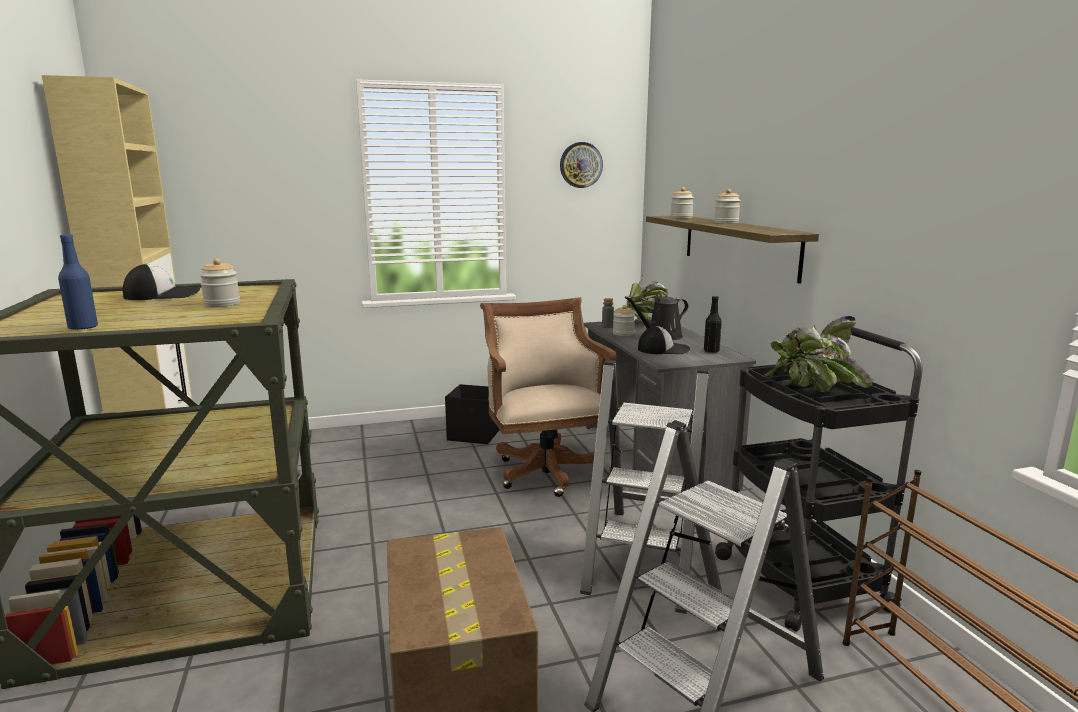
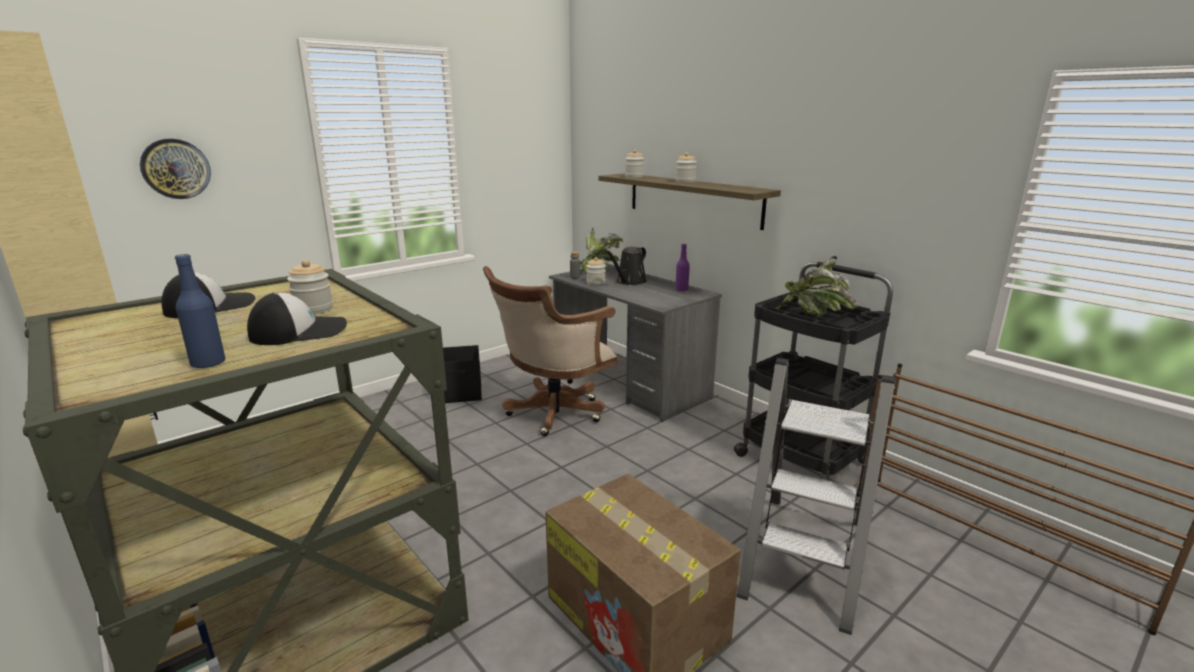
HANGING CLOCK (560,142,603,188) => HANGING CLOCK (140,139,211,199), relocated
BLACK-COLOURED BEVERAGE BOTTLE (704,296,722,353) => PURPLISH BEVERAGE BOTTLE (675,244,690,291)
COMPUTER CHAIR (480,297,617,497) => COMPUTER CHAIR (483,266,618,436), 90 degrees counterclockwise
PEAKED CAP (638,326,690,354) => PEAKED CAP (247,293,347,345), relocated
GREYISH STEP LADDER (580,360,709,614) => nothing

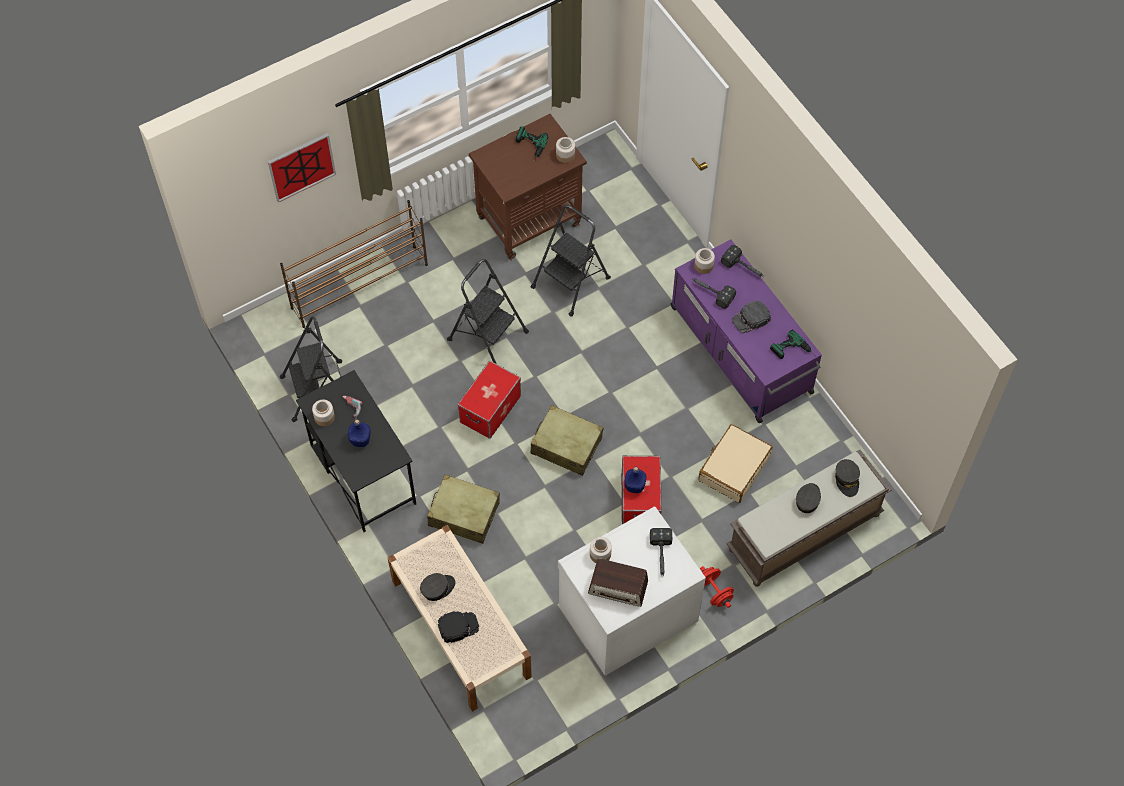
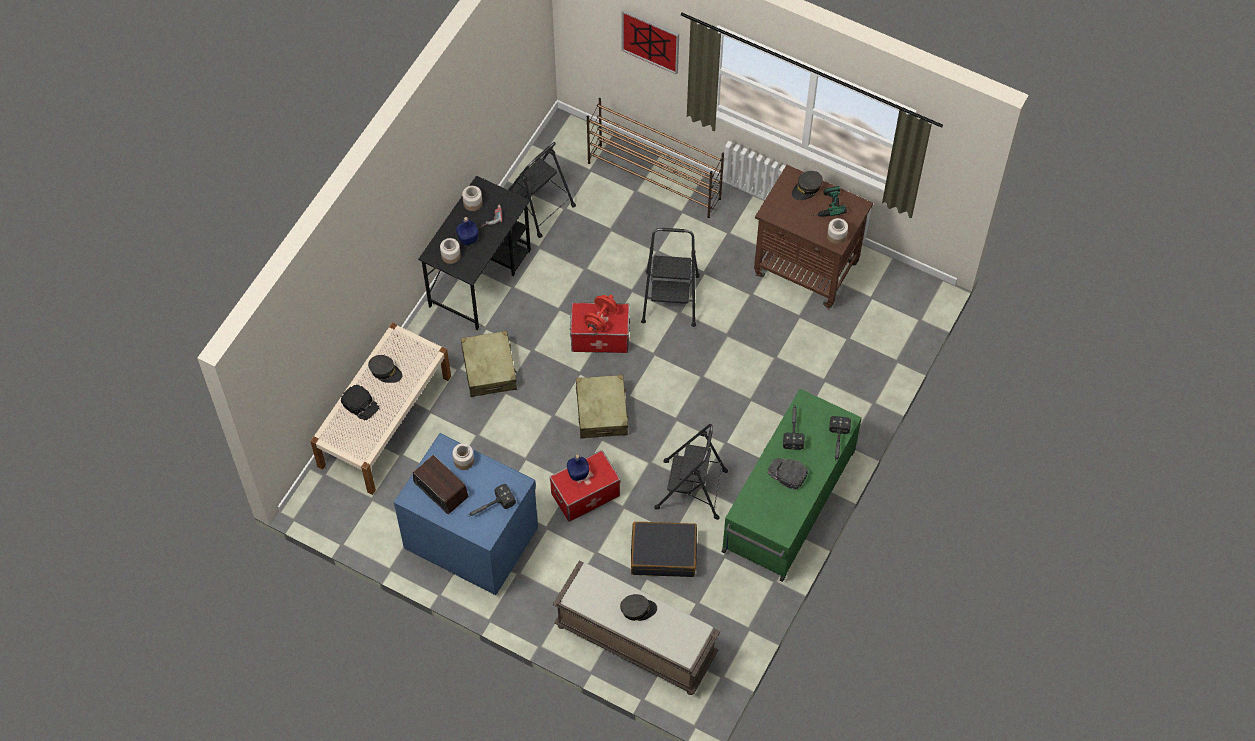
BLACK-COLOURED STEP LADDER (531,205,611,317) => BLACK-COLOURED STEP LADDER (654,424,728,520), relocated
PURPLISH STORAGE CABINET (671,239,822,423) => GREEN STORAGE CABINET (722,389,862,582)
PRESERVE JAR (694,248,715,274) => PRESERVE JAR (440,238,461,264), relocated
DRILL (770,330,816,359) => nothing
BEIGE-COLOURED PIECE OF LUGGAGE (699,424,773,503) => BLACK-COLOURED PIECE OF LUGGAGE (631,522,697,577)
GREYISH PEAKED CAP (835,459,860,497) => GREYISH PEAKED CAP (792,171,823,200), relocated
WHITE-COLOURED LAUNDRY APPLIANCE (558,506,706,676) => BLUISH LAUNDRY APPLIANCE (394,433,538,595)
RADIO RECEIVER (588,559,648,607) => RADIO RECEIVER (413,455,468,514), 150 degrees clockwise
RED-COLOURED DUMBBELL (700,566,734,608) => RED-COLOURED DUMBBELL (584,295,617,332), relocated

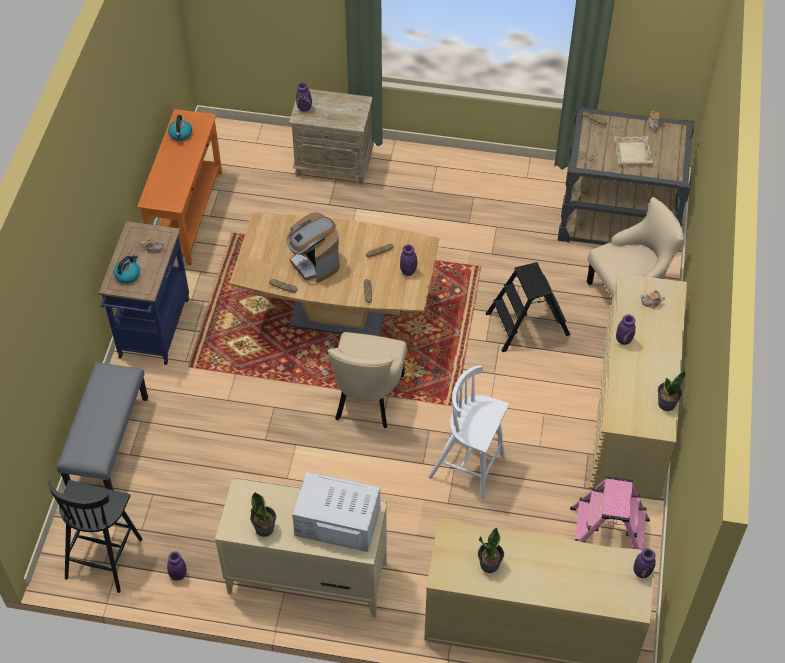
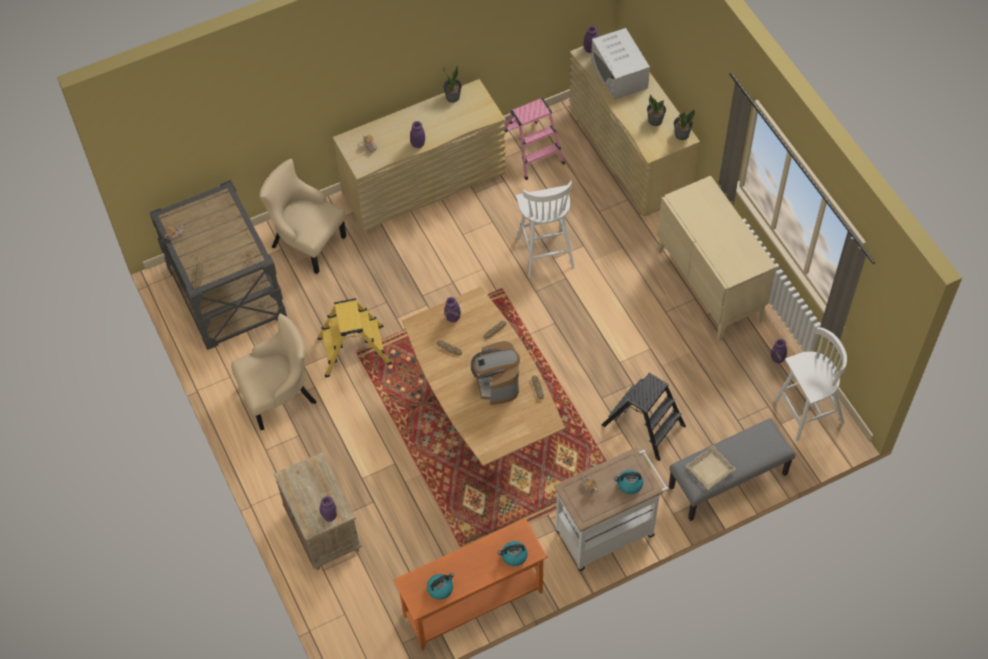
BEIGE-COLOURED TRAY (614,136,653,164) => BEIGE-COLOURED TRAY (685,445,736,490), relocated
COFFEE BREWER (286,212,340,283) => COFFEE BREWER (471,341,520,405), 150 degrees clockwise
BLUISH WHEELED CART (99,221,189,365) => WHITE-COLOURED WHEELED CART (554,447,669,571)
BLACK-COLOURED STEP LADDER (485,262,571,352) => BLACK-COLOURED STEP LADDER (601,373,686,461), relocated
BEIGE-COLOURED CHAIR (328,332,408,428) => BEIGE-COLOURED CHAIR (231,313,316,430), relocated
WHITE-COLOURED KITCHEN MICROWAVE (292,472,380,552) => WHITE-COLOURED KITCHEN MICROWAVE (591,28,650,100), relocated
BLACK-COLOURED STOOL (48,480,142,593) => WHITE-COLOURED STOOL (774,327,847,441)
HOUSEPLANT (250,492,276,537) => HOUSEPLANT (674,109,695,140), relocated
nothing => YELLOW STEP LADDER (317,298,392,377)
nothing => WATER KETTLE (498,541,528,566)

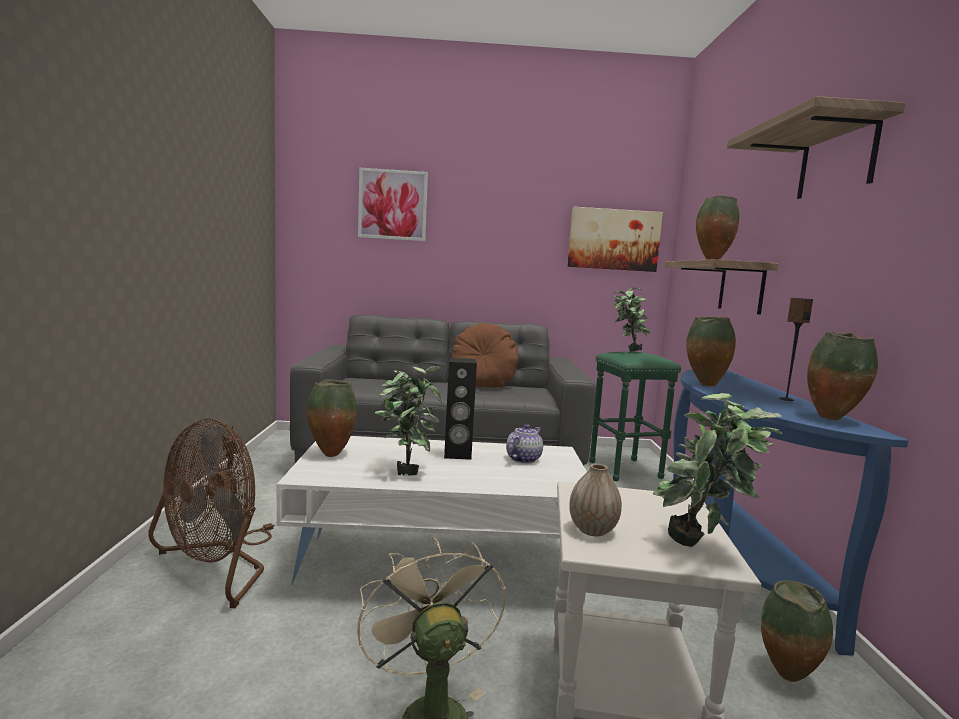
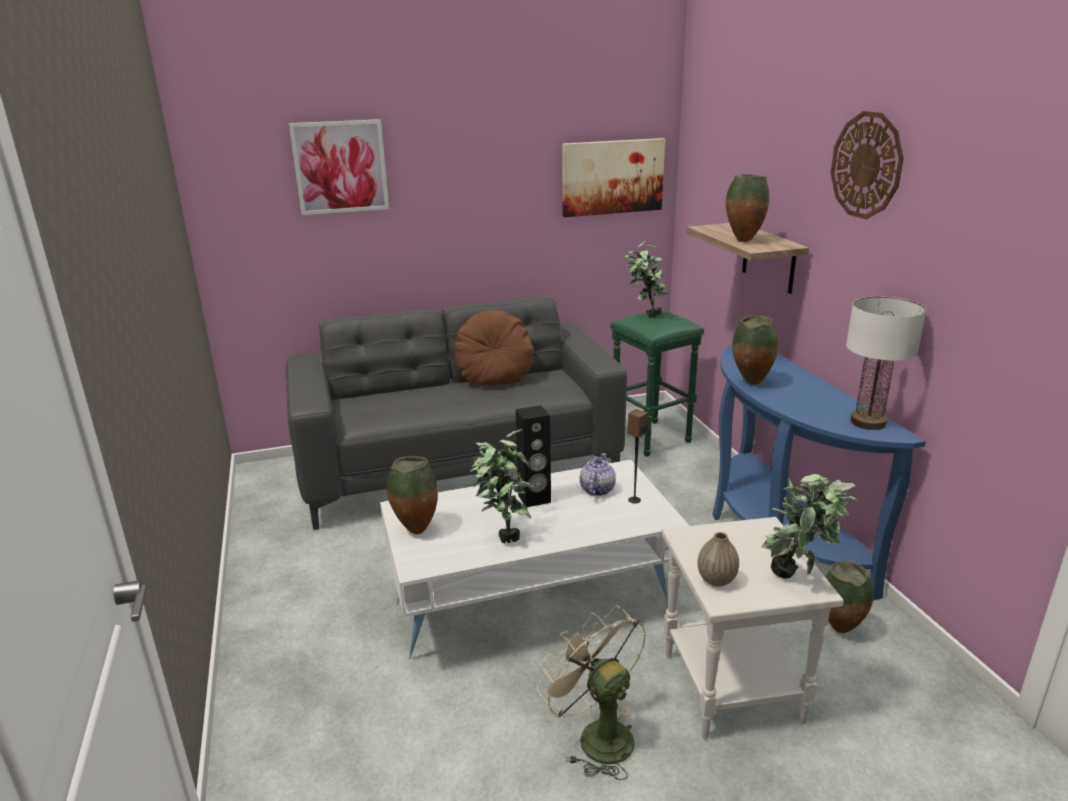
SHELF (727,96,905,199) => HANGING CLOCK (831,111,904,219)
SPEAKER (779,298,813,401) => SPEAKER (627,409,648,504), relocated
DECORATIVE VASE (807,331,878,421) => TABLE LAMP (846,296,926,430)
BROWN-COLOURED FAN (148,418,275,608) => nothing

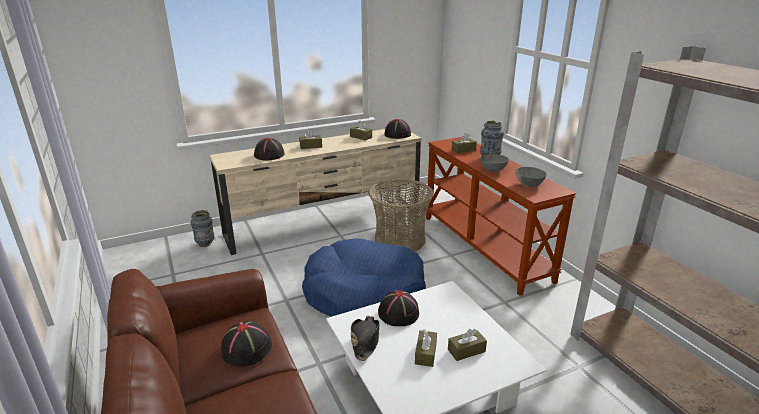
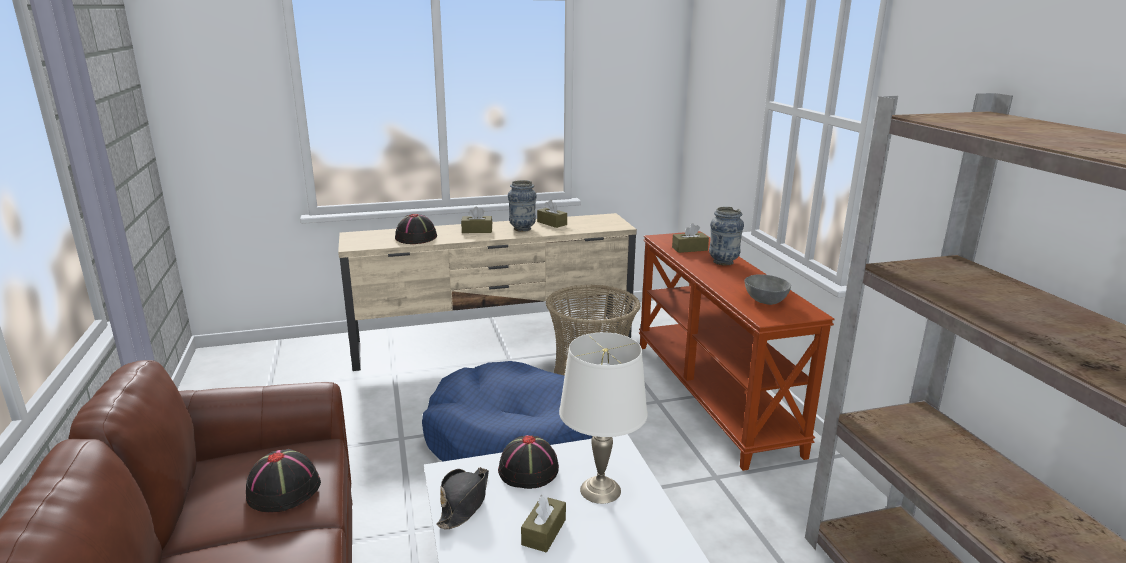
BLACK-COLOURED CLOTHING HAT (384,119,411,139) => nothing
GREYISH BOWL (480,154,509,172) => nothing
DECORATIVE VASE (191,210,214,247) => DECORATIVE VASE (508,180,537,232), relocated
BROWN-COLOURED TISSUE BOX (448,329,487,361) => nothing
nothing => WHITE-COLOURED TABLE LAMP (559,332,648,504)

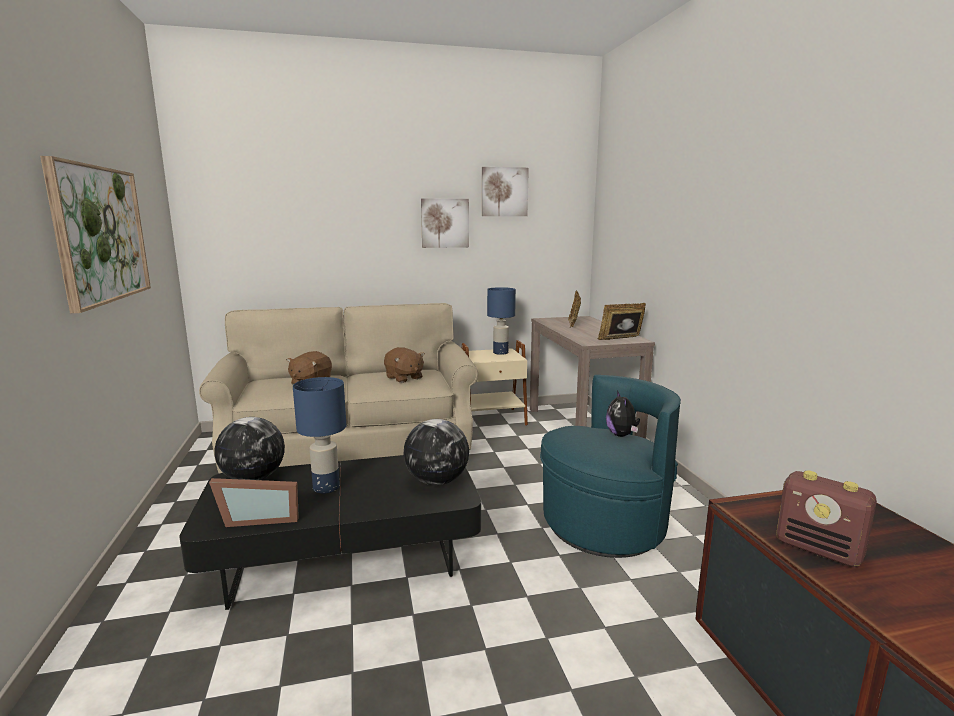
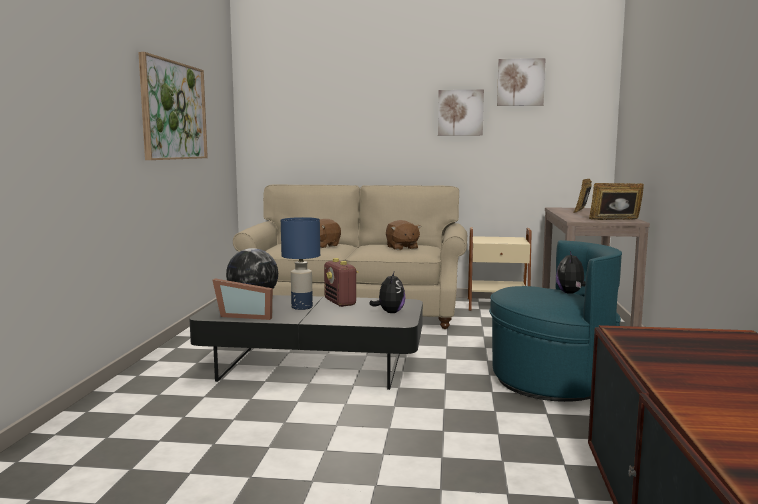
BLUISH TABLE LAMP (487,287,516,355) => nothing
DESK GLOBE (404,419,469,485) => CUDDLY TOY (369,272,405,313)
RADIO RECEIVER (776,470,877,567) => RADIO RECEIVER (324,258,358,307), relocated

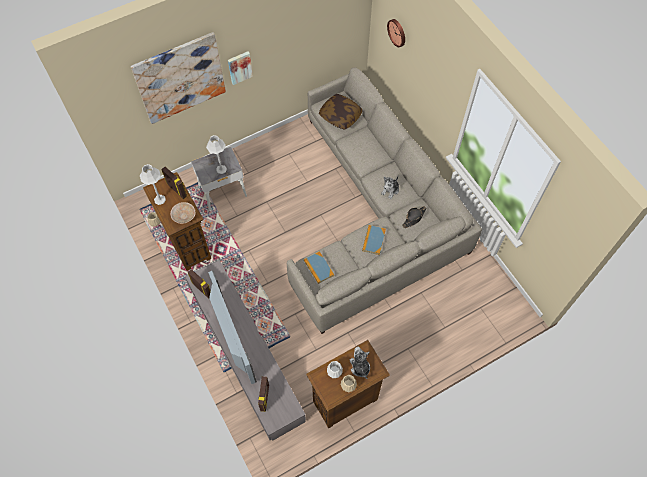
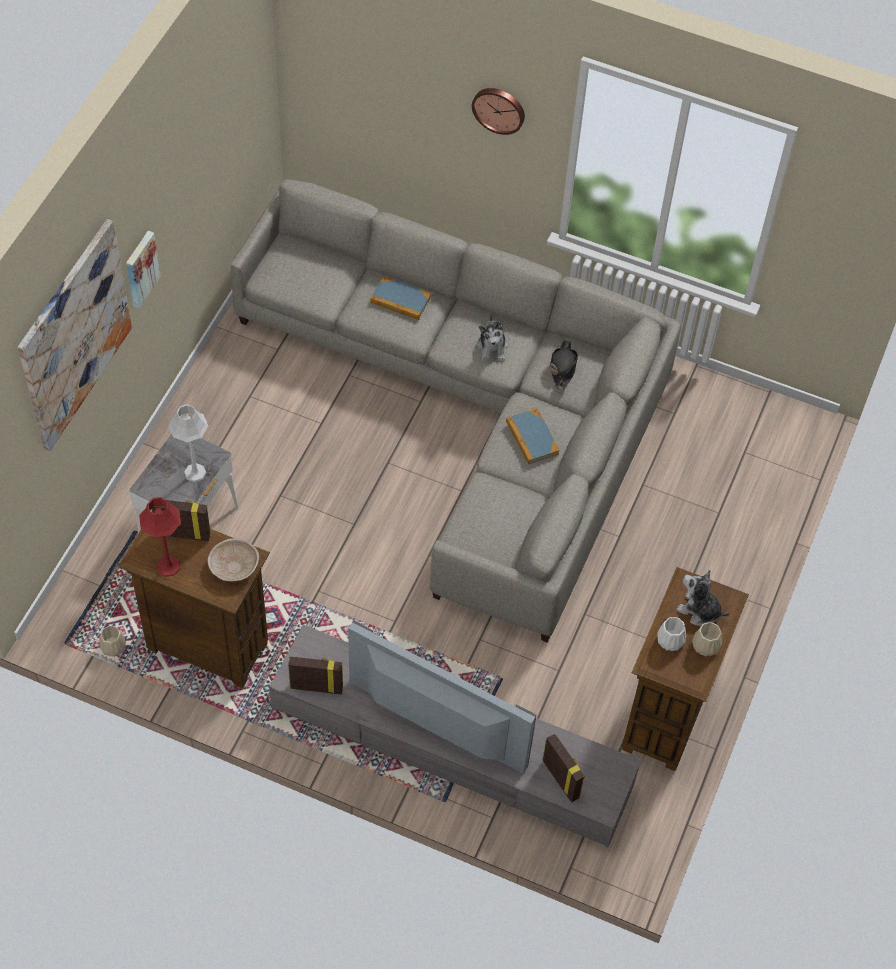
HANGING CLOCK (387,19,405,47) => HANGING CLOCK (472,88,525,135), relocated
CUSHION (319,94,363,130) => nothing
GREYISH TABLE LAMP (140,164,166,205) => RED-COLOURED TABLE LAMP (139,497,181,577)
BOUND BOOK (304,251,334,284) => BOUND BOOK (370,276,431,320), relocated

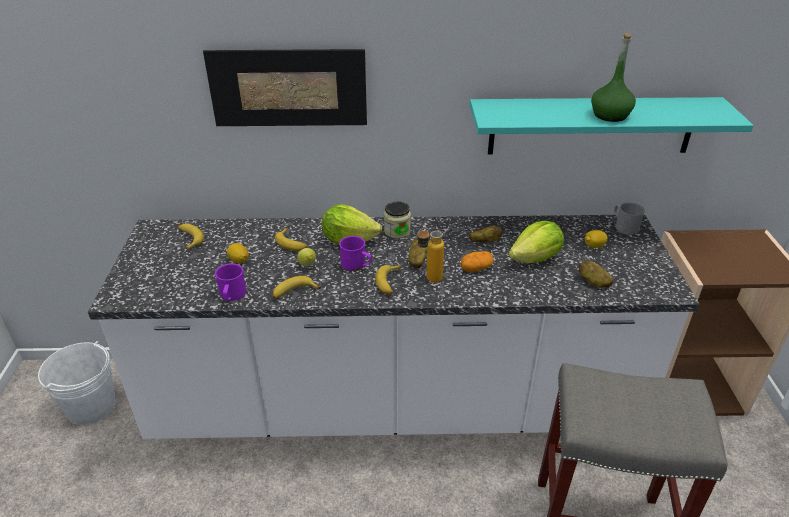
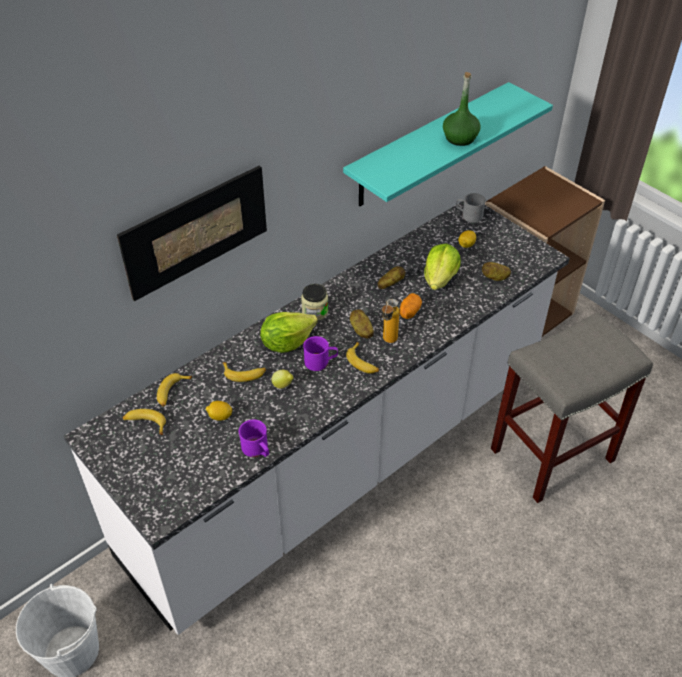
BANANA (273,276,321,298) => BANANA (157,373,192,407), relocated

